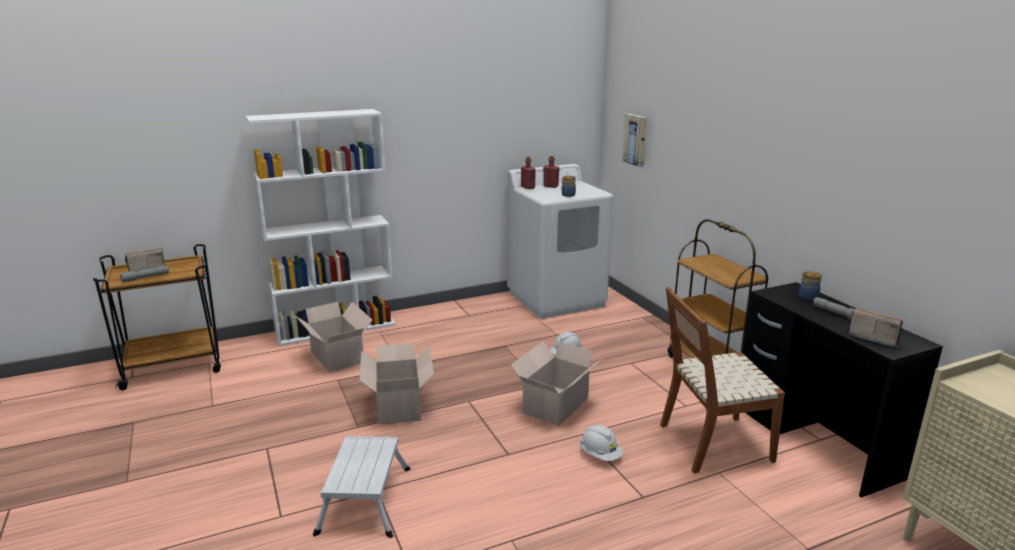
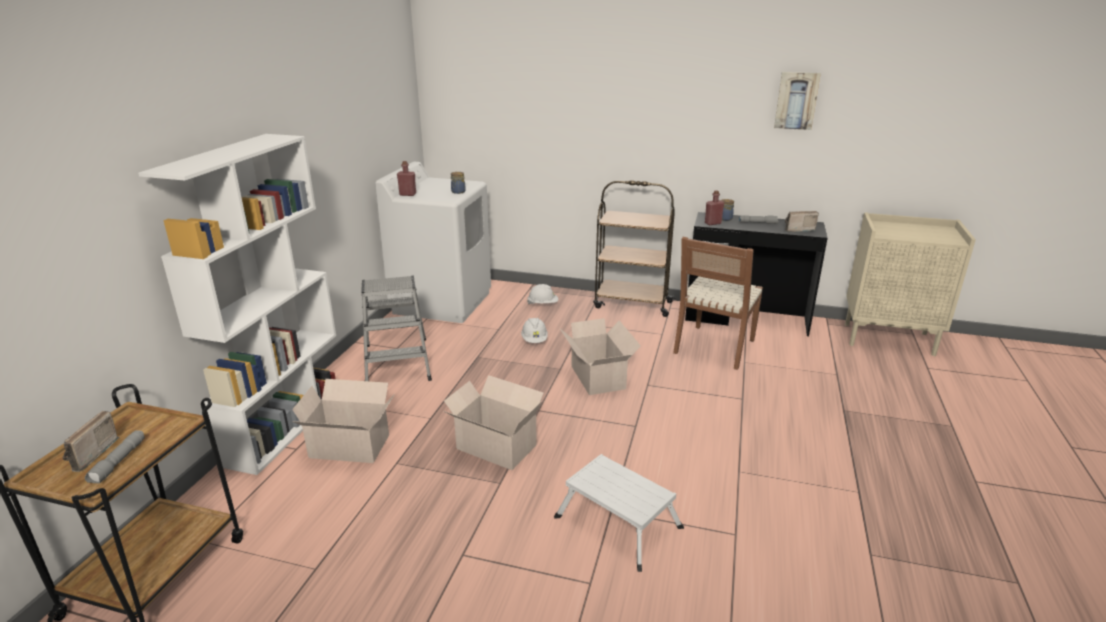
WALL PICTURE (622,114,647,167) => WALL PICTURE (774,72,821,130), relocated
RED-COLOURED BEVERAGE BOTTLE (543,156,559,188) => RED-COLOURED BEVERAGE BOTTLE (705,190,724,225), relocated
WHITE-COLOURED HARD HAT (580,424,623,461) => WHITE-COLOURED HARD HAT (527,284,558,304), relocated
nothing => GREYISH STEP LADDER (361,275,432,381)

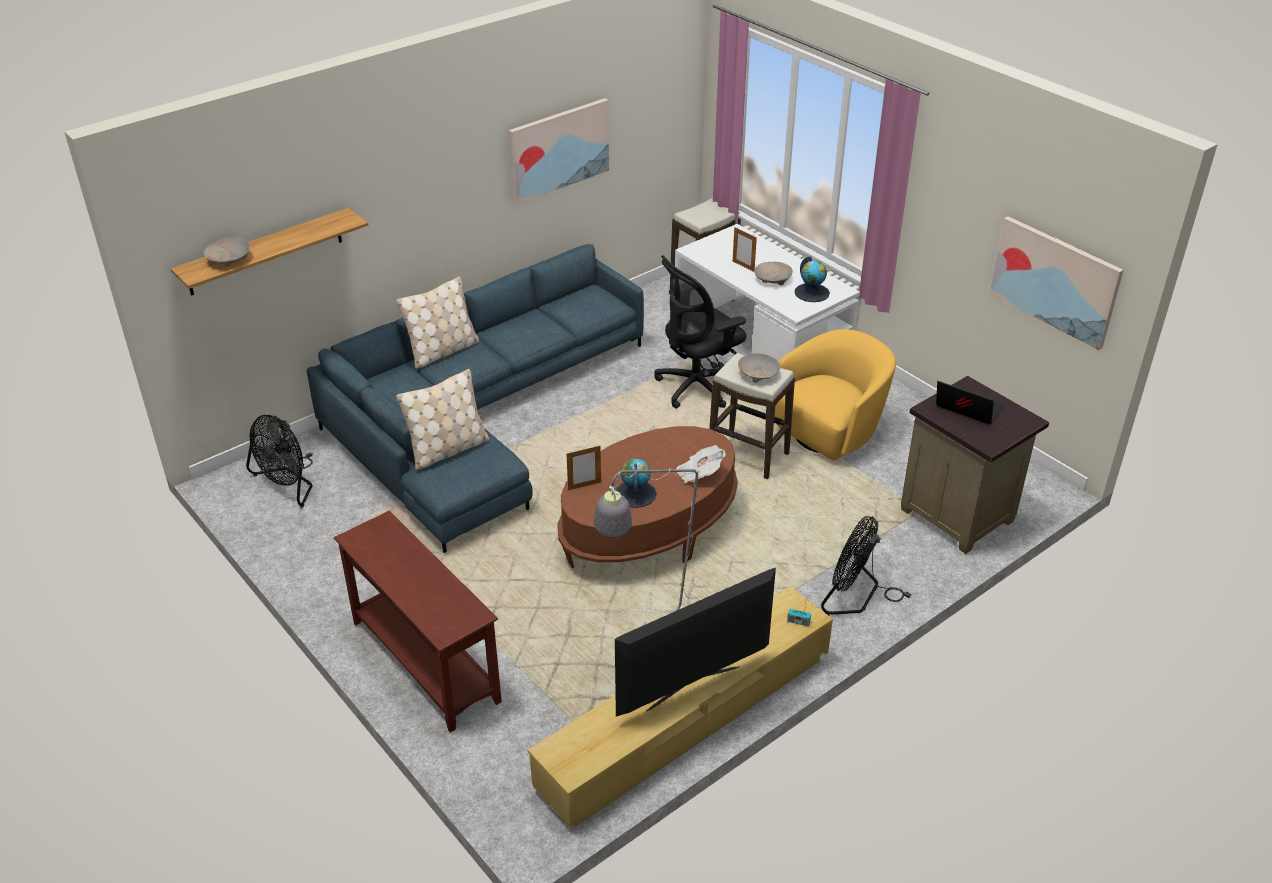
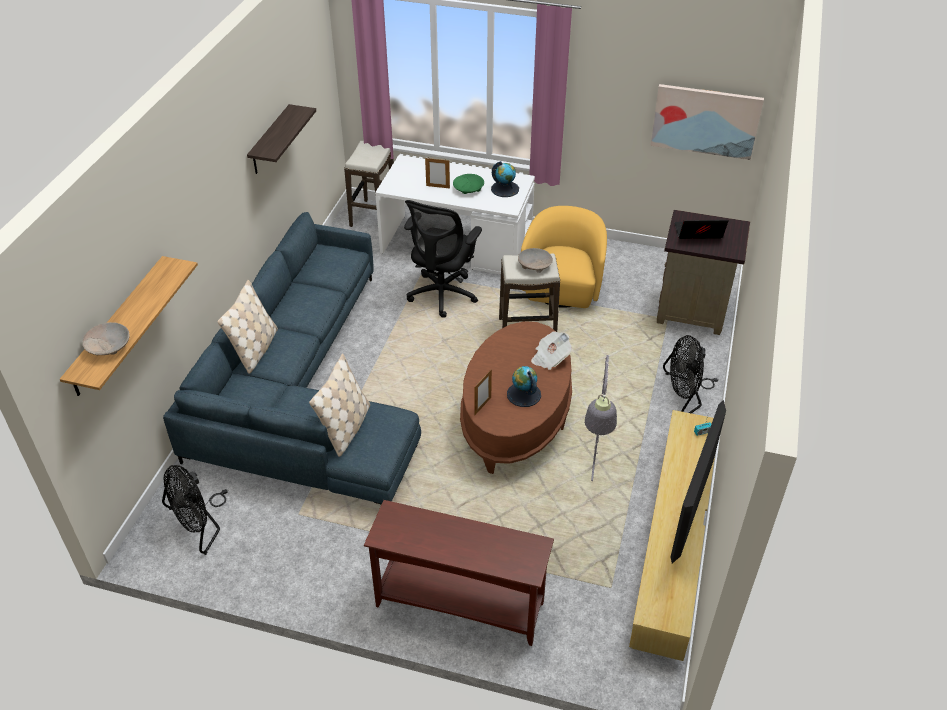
WALL PICTURE (509,98,609,205) => SHELF (247,104,316,174)
BEIGE-COLOURED BOWL (754,262,793,285) => GREEN BOWL (453,174,484,194)
BLACK-COLOURED FAN (246,415,313,508) => BLACK-COLOURED FAN (162,465,228,555), 45 degrees clockwise

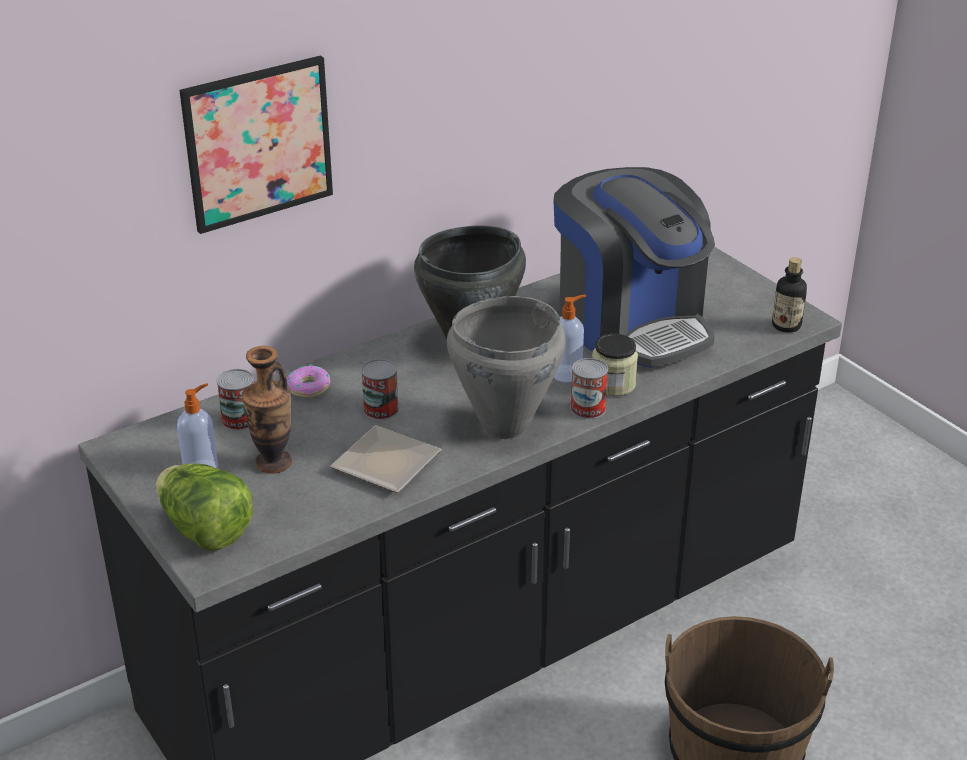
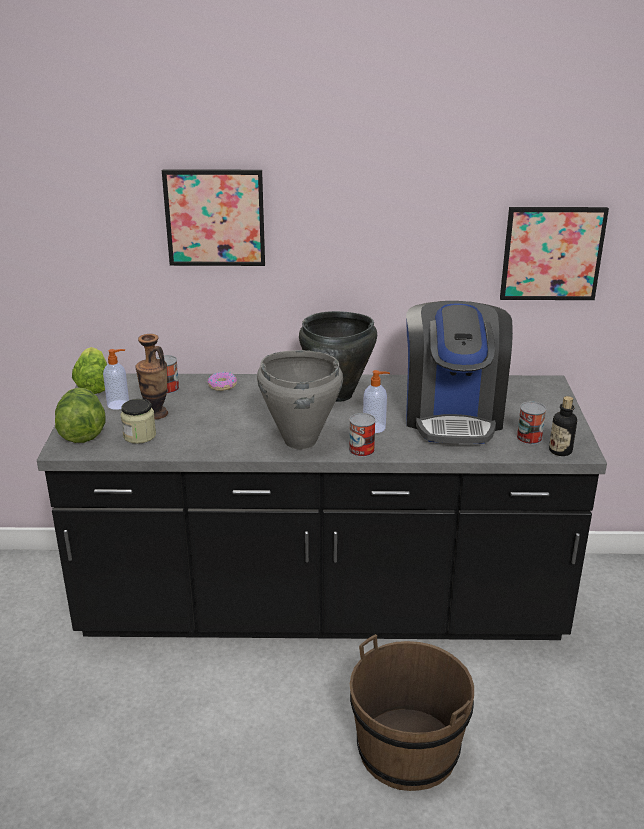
PRESERVE JAR (592,334,638,396) => PRESERVE JAR (121,399,156,444), relocated
CAN (361,359,399,420) => CAN (517,402,546,445), relocated
PLATE (330,425,442,493) => nothing
nothing => WALL PICTURE (500,207,609,300)
nothing => LETTUCE HEAD (72,347,107,394)

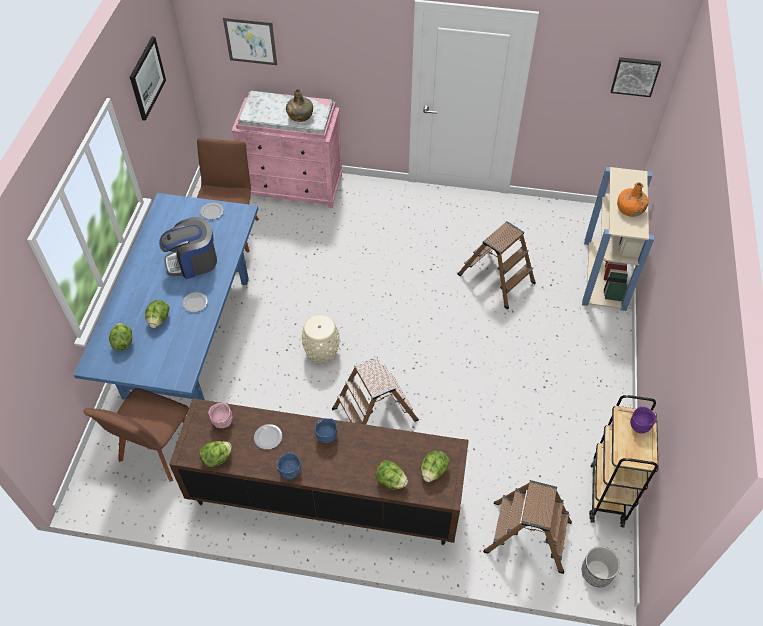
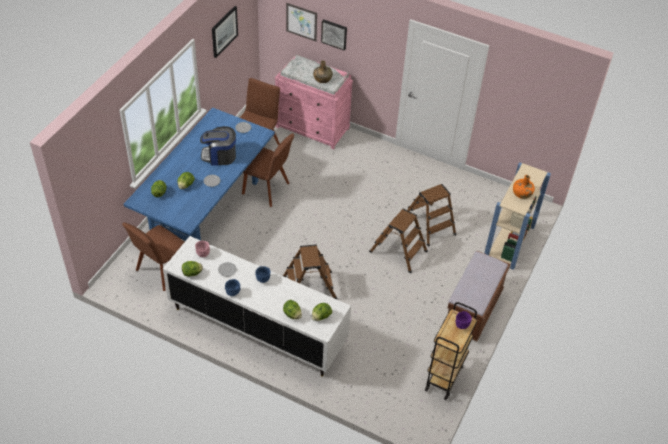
WALL PICTURE (611,57,661,97) => WALL PICTURE (321,19,347,51), relocated
BEIGE-COLOURED STOOL (302,315,340,364) => nothing
BROWN-COLOURED STORAGE CABINET (169,398,469,545) => WHITE-COLOURED STORAGE CABINET (163,236,351,377)
BROWN-COLOURED STEP LADDER (483,480,572,574) => BROWN-COLOURED STEP LADDER (369,208,428,273), relocated
FLOWER POT (582,546,620,587) => nothing
nothing => BROWN-COLOURED CHAIR (242,133,294,207)
nothing => BROWN-COLOURED BENCH (448,251,510,341)

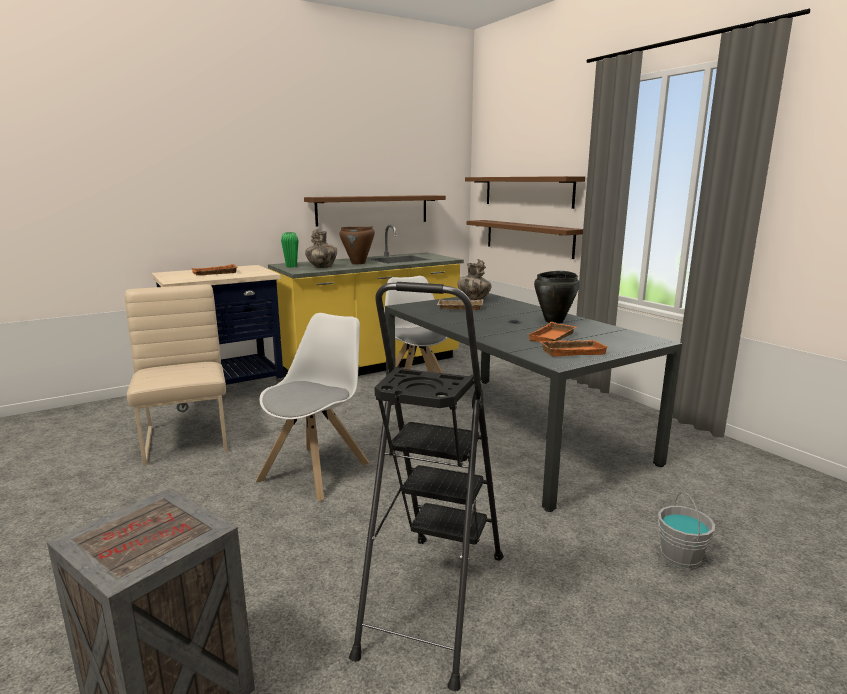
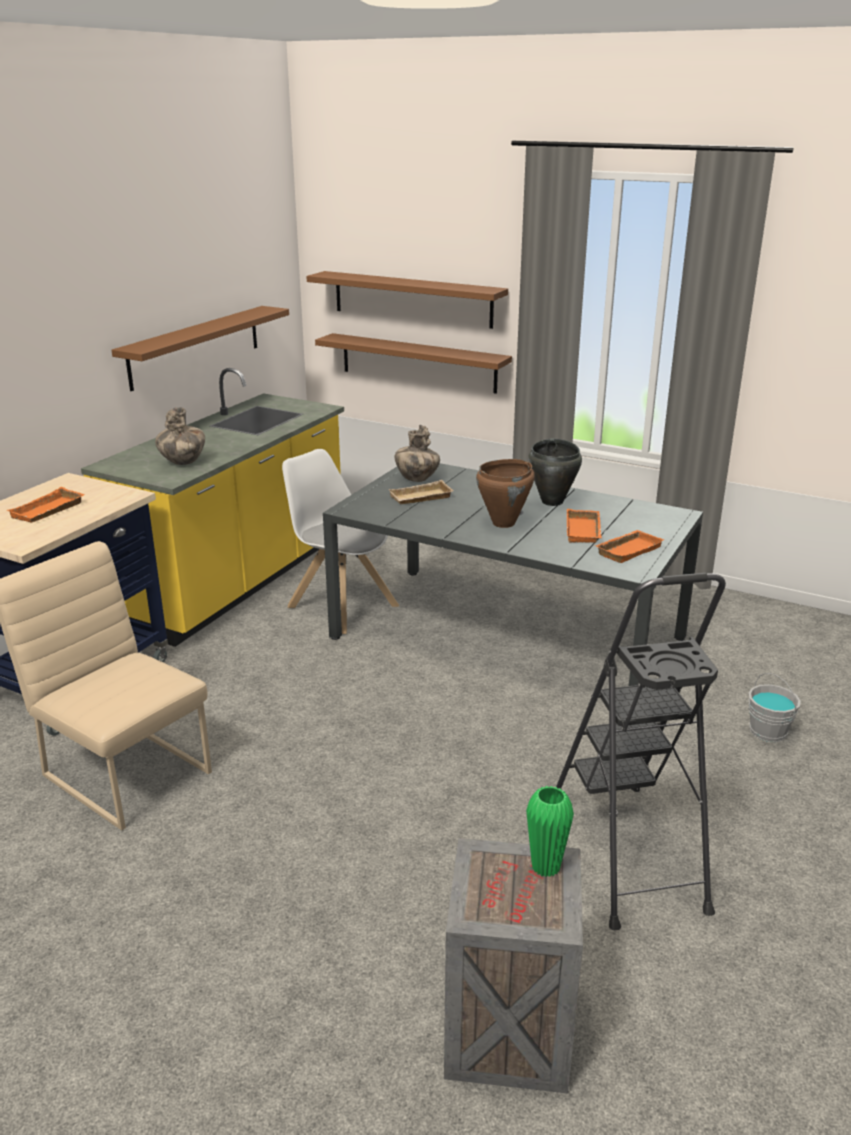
BROWN-COLOURED COOKING POT (340,226,375,264) => BROWN-COLOURED COOKING POT (476,459,535,528), relocated
GREEN DECORATIVE VASE (281,232,299,268) => GREEN DECORATIVE VASE (526,786,574,877), relocated
CHAIR (256,313,369,501) => nothing

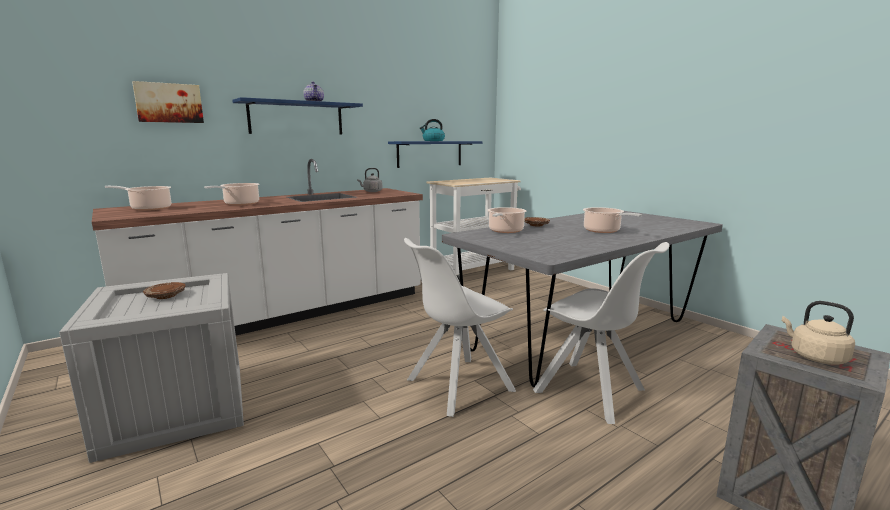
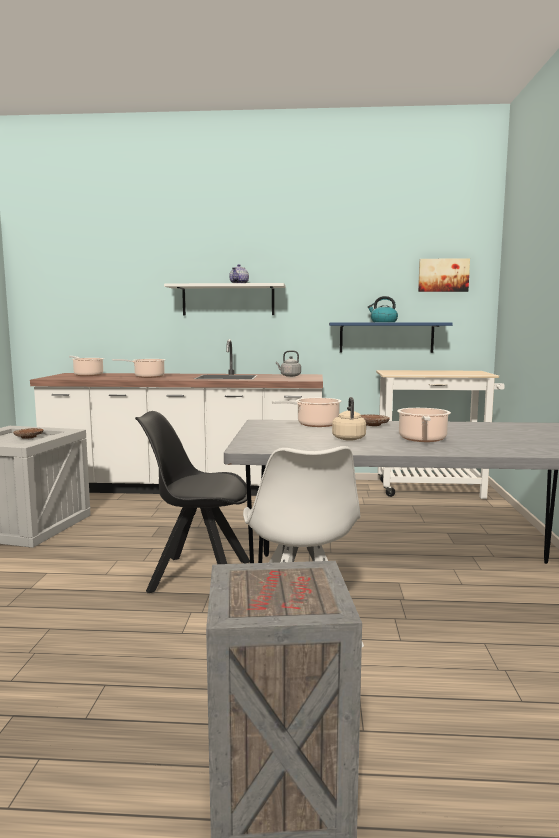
WALL PICTURE (132,81,204,123) => WALL PICTURE (418,258,470,292), relocated
BLUISH SHELF (232,97,363,135) => WHITE-COLOURED SHELF (164,283,286,315)
WHITE-COLOURED CHAIR (404,238,516,417) => BLACK-COLOURED CHAIR (135,411,250,593)
BEIGE-COLOURED WATER KETTLE (782,301,855,365) => BEIGE-COLOURED WATER KETTLE (332,397,366,441), relocated

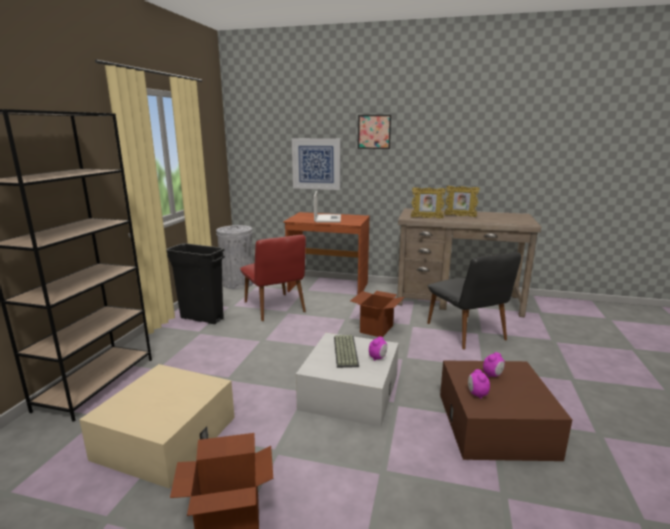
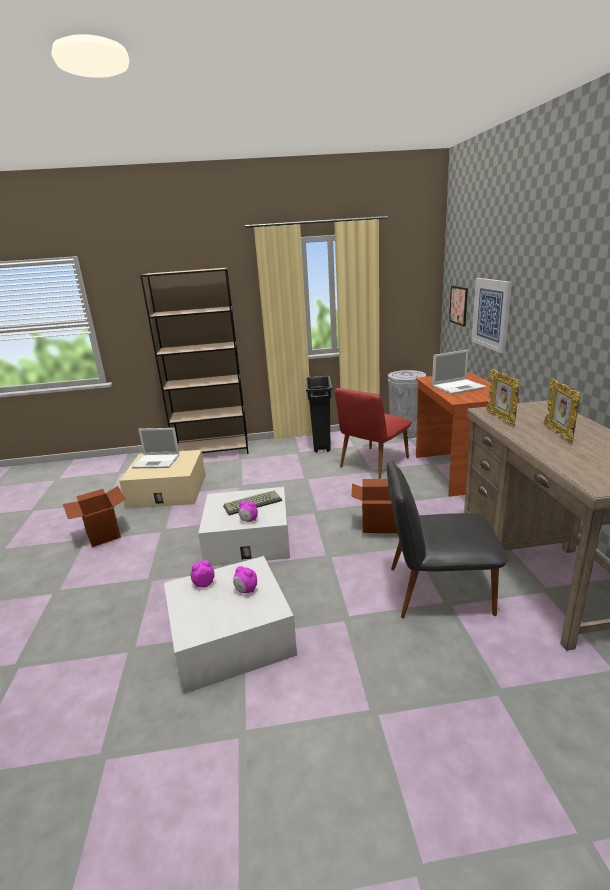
WALL PICTURE (358,115,391,149) => WALL PICTURE (449,286,468,326), relocated
BLACK-COLOURED CHAIR (427,252,521,350) => BLACK-COLOURED CHAIR (387,460,508,619), 45 degrees clockwise
BROWN-COLOURED STORAGE CONTAINER (440,360,572,461) => WHITE-COLOURED STORAGE CONTAINER (164,556,297,694)
nothing => LAPTOP (132,428,179,468)

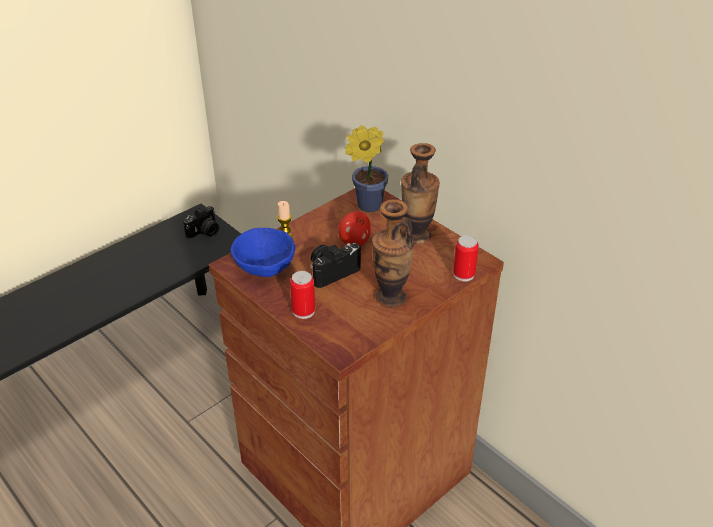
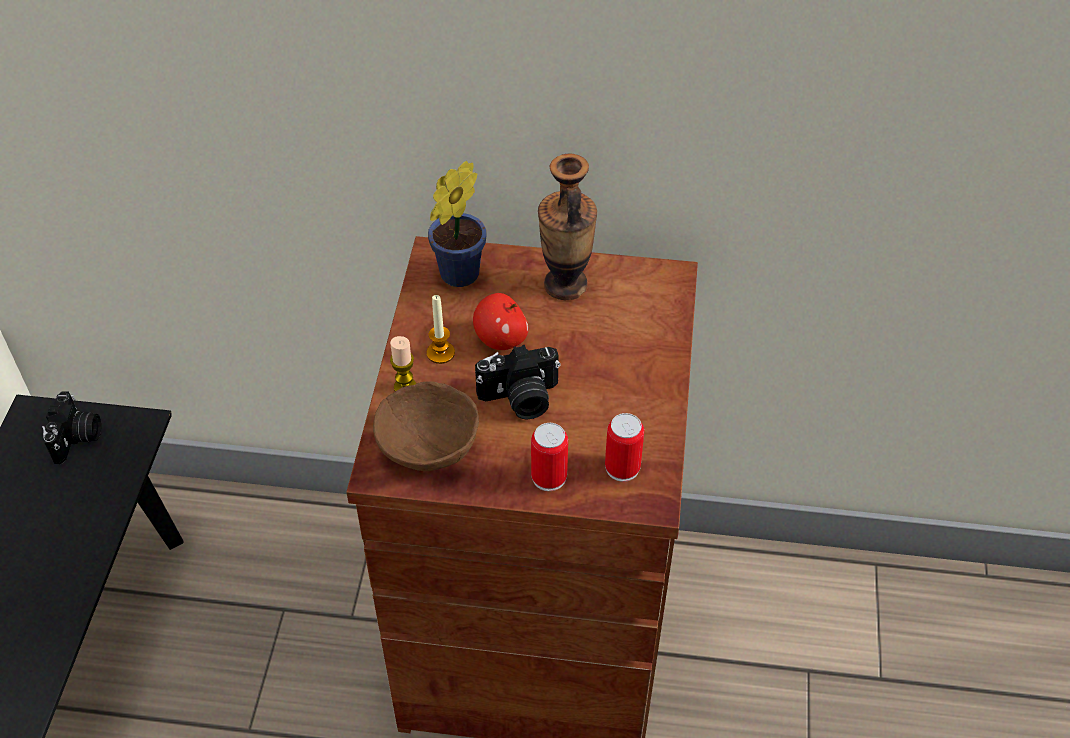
DECORATIVE VASE (372,199,414,308) => nothing
BLUISH BOWL (231,228,295,277) => BROWN-COLOURED BOWL (373,381,479,471)
CAN (453,235,479,282) => CAN (605,413,644,482), relocated
PHOTO CAMERA (311,243,361,288) => PHOTO CAMERA (475,345,561,419), 120 degrees counterclockwise
nothing => WAX CANDLE (427,295,455,364)

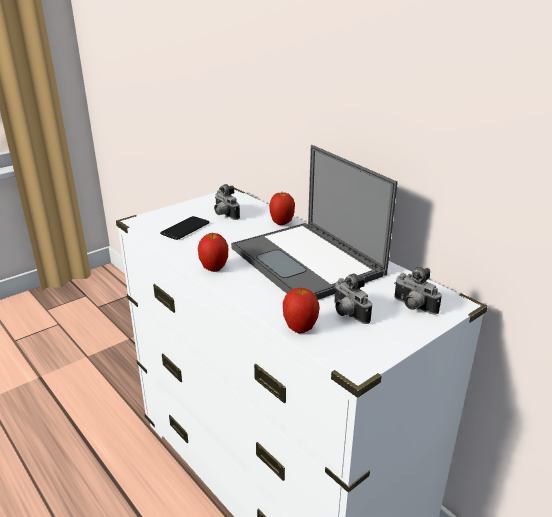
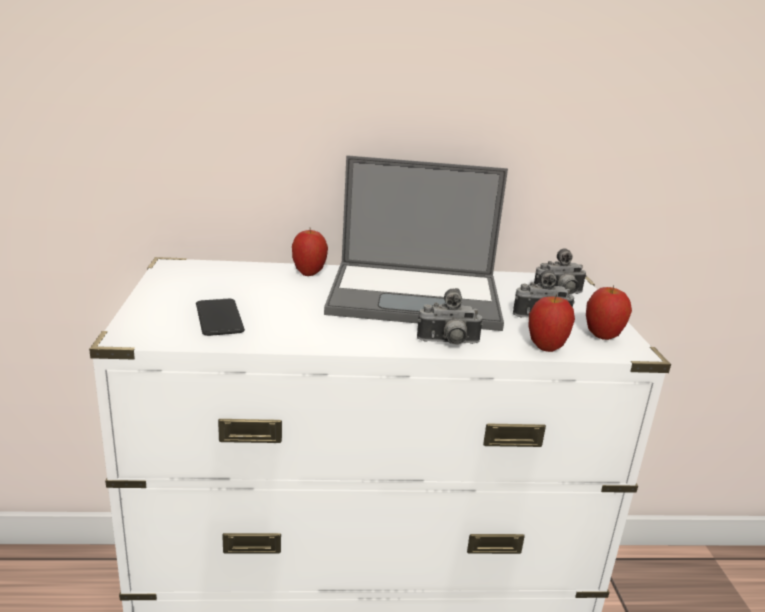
PHOTO CAMERA (214,184,240,220) => PHOTO CAMERA (417,288,483,345), relocated
APPLE (198,232,228,272) => APPLE (586,285,632,340), relocated

